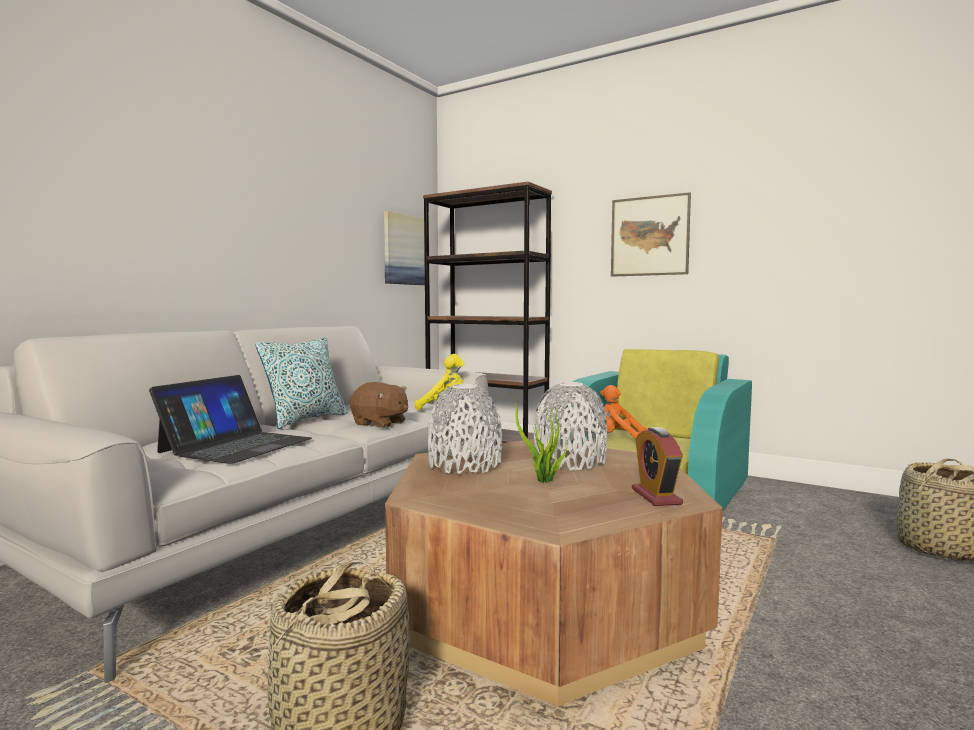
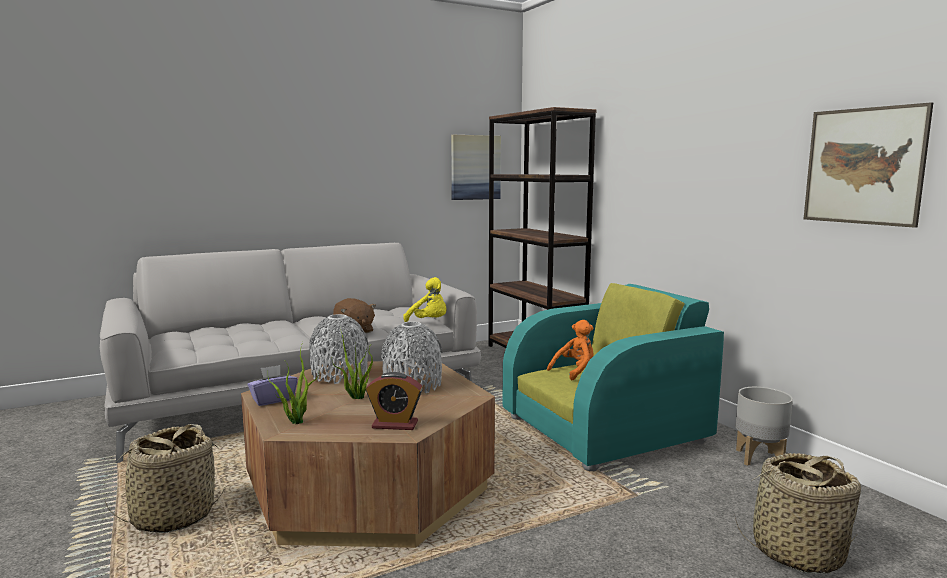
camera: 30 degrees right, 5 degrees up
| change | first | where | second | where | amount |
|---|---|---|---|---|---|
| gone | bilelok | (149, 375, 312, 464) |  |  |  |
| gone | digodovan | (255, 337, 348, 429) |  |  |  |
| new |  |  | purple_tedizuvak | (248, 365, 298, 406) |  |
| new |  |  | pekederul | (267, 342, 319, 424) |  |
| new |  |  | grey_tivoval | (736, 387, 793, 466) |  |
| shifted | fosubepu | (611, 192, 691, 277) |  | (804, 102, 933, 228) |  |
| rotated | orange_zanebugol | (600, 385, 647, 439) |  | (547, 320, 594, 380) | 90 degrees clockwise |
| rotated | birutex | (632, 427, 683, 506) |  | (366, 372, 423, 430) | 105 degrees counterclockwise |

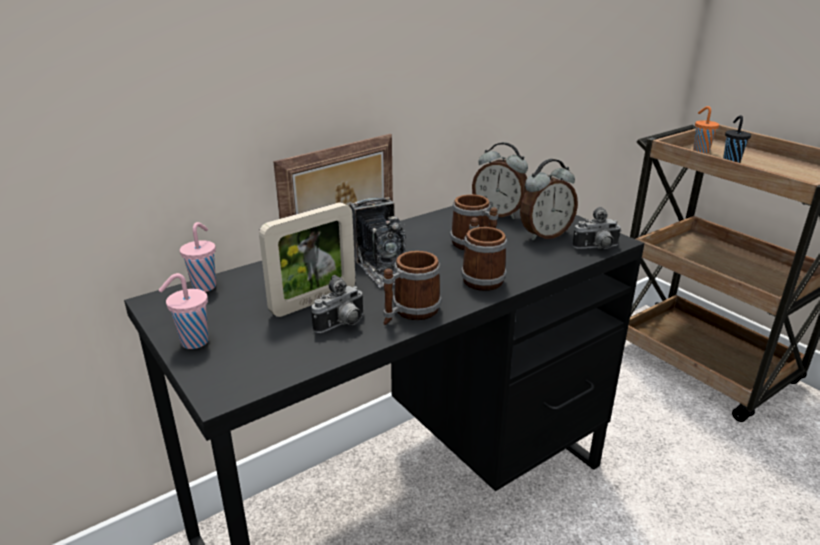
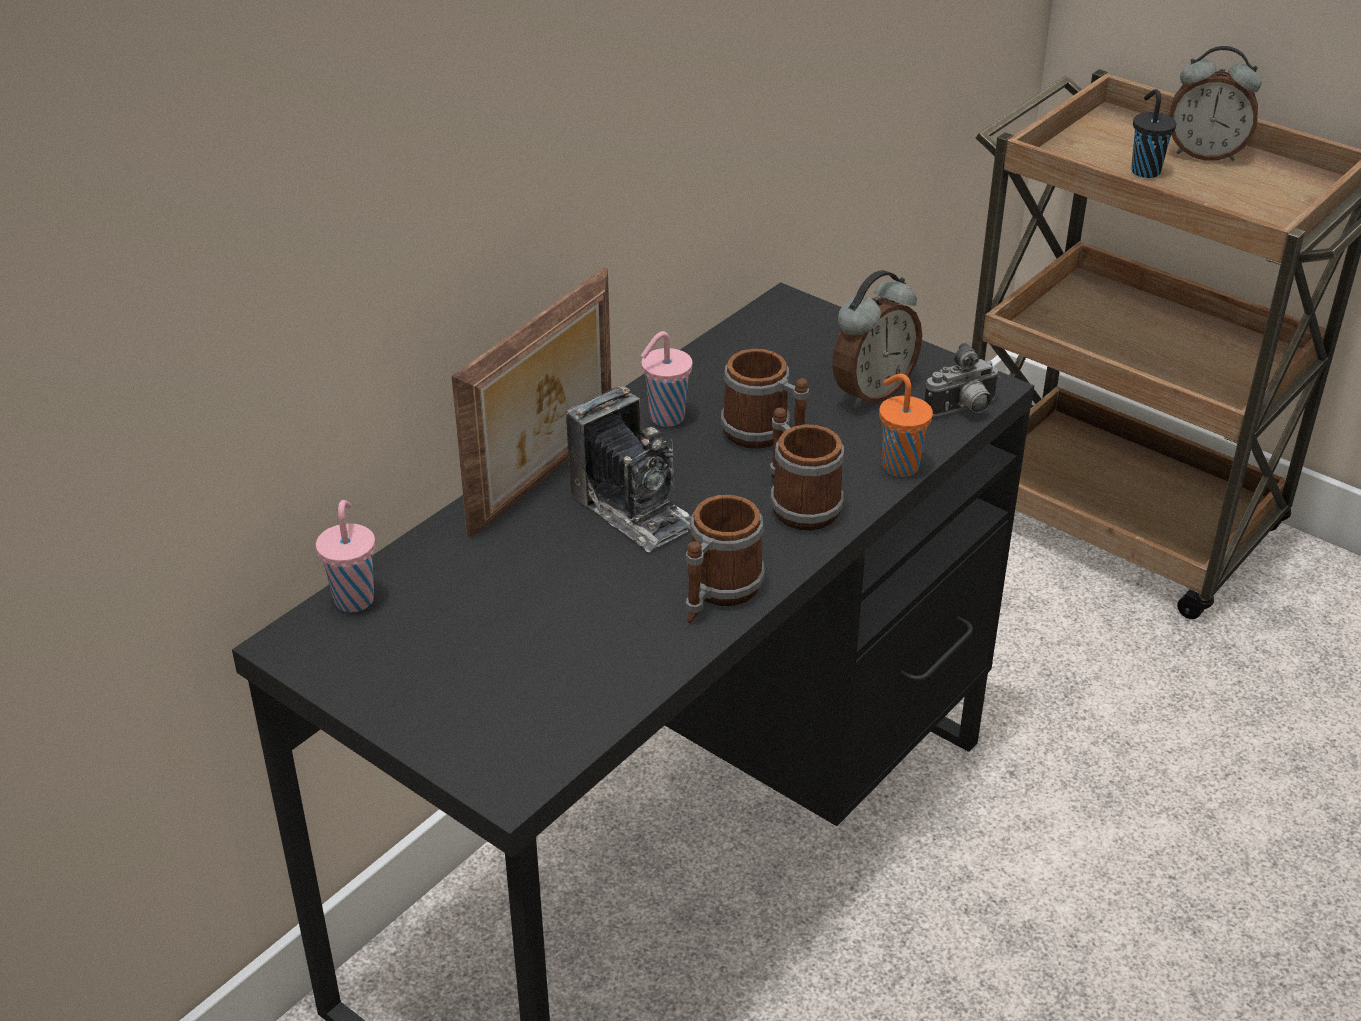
camera: 15 degrees left, 10 degrees up
| change | first | where | second | where | amount |
|---|---|---|---|---|---|
| gone | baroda | (259, 202, 355, 317) |  |  |  |
| gone | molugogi | (311, 275, 364, 333) |  |  |  |
| shifted | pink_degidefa | (159, 273, 209, 349) |  | (641, 331, 692, 427) |  |
| shifted | birutex | (472, 142, 528, 219) |  | (1169, 46, 1261, 161) |  |
| shifted | orange_degidefa | (693, 106, 719, 154) |  | (879, 374, 933, 477) |  |

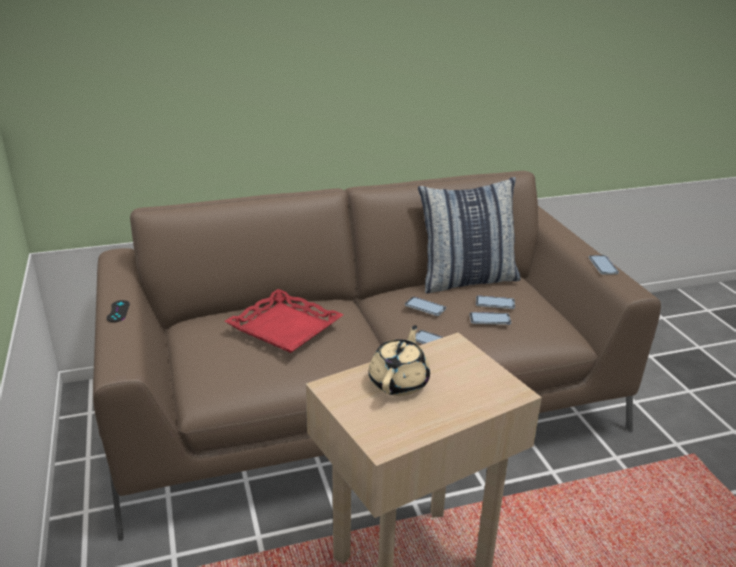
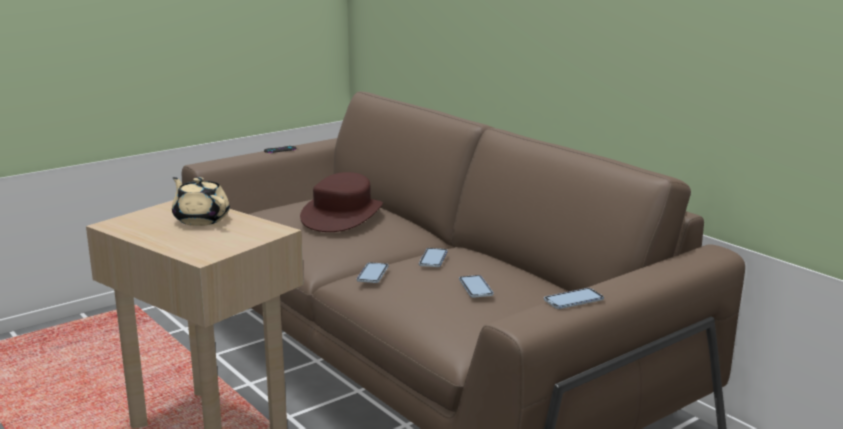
camera: 70 degrees right, 10 degrees down
| change | first | where | second | where | amount |
|---|---|---|---|---|---|
| gone | digodovan | (418, 177, 520, 294) |  |  |  |
| gone | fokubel | (469, 312, 511, 325) |  |  |  |
| swapped | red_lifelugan | (224, 289, 344, 353) | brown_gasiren | (300, 172, 383, 232) |  |
| rotated | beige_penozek | (368, 325, 430, 396) |  | (172, 177, 230, 226) | 135 degrees counterclockwise |

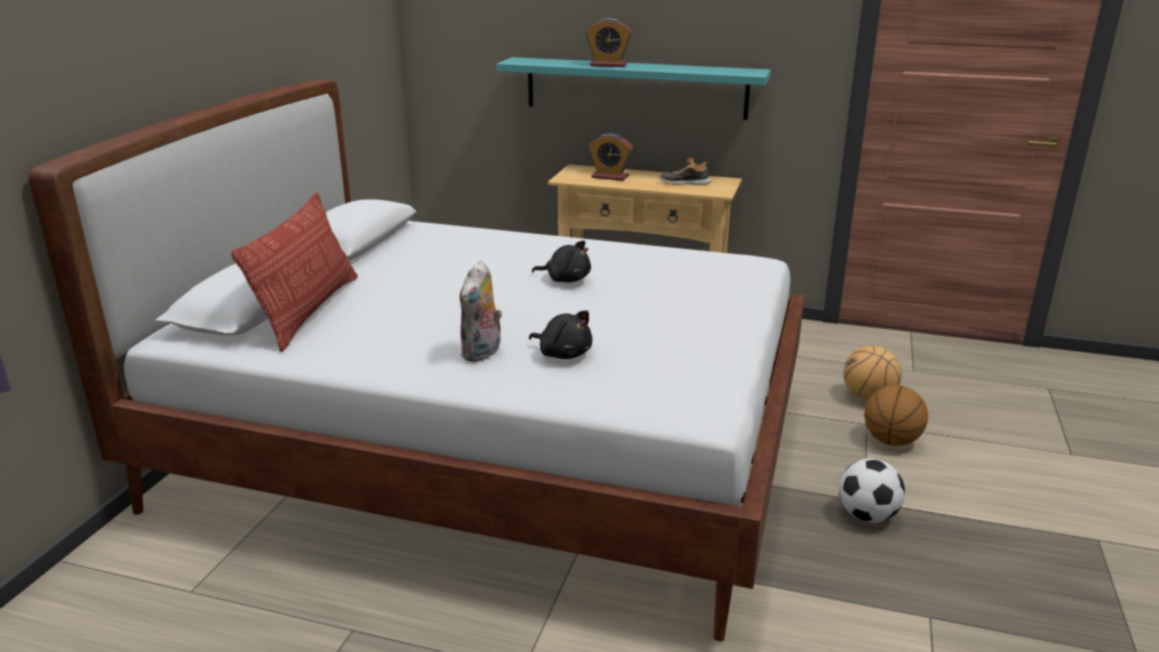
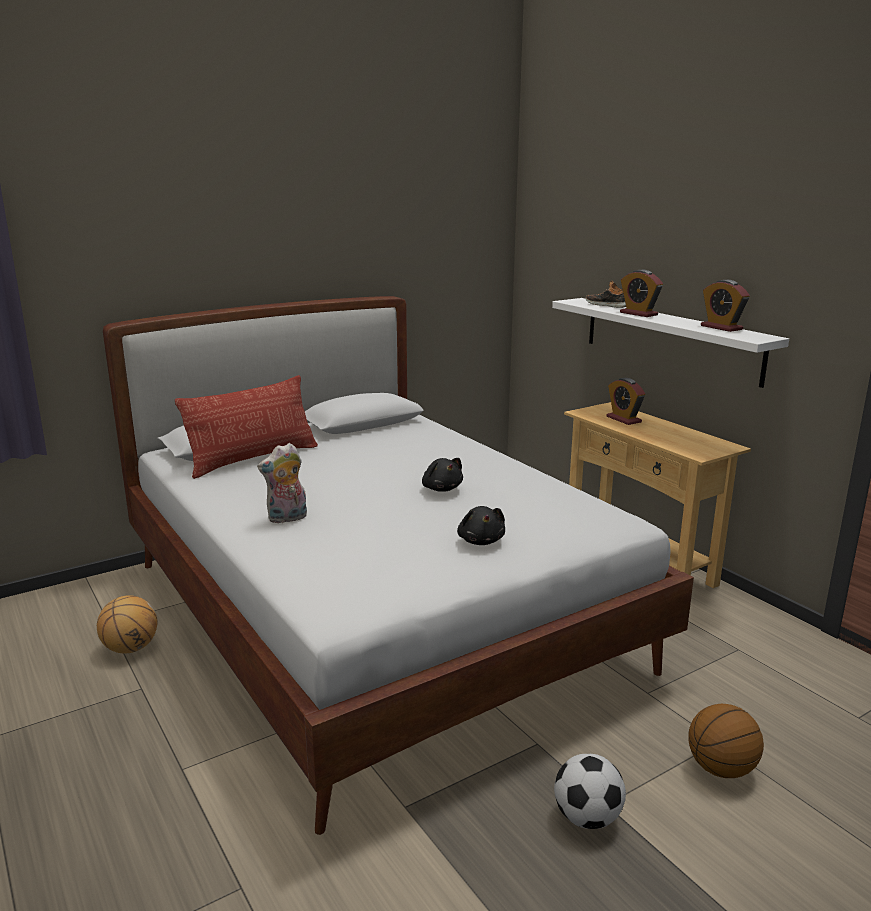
camera: 40 degrees right, 5 degrees down
| change | first | where | second | where | amount |
|---|---|---|---|---|---|
| new |  |  | birutex | (701, 280, 750, 332) |  |
| shifted | black_zanebugol | (529, 310, 593, 359) |  | (457, 506, 505, 545) |  |
| shifted | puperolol | (659, 156, 711, 185) |  | (585, 281, 626, 308) |  |
| shifted | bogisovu | (843, 346, 902, 401) |  | (97, 595, 158, 654) |  |
| repainted | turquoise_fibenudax | (496, 57, 771, 120) | white_fibenudax | (552, 298, 789, 388) |  |

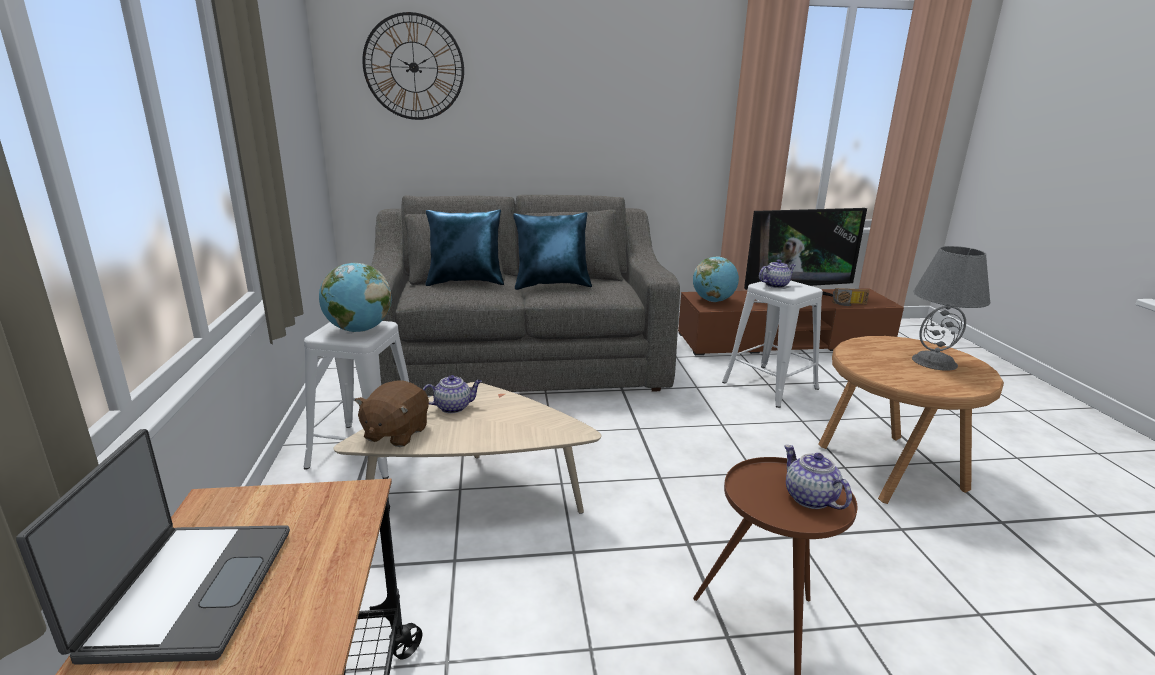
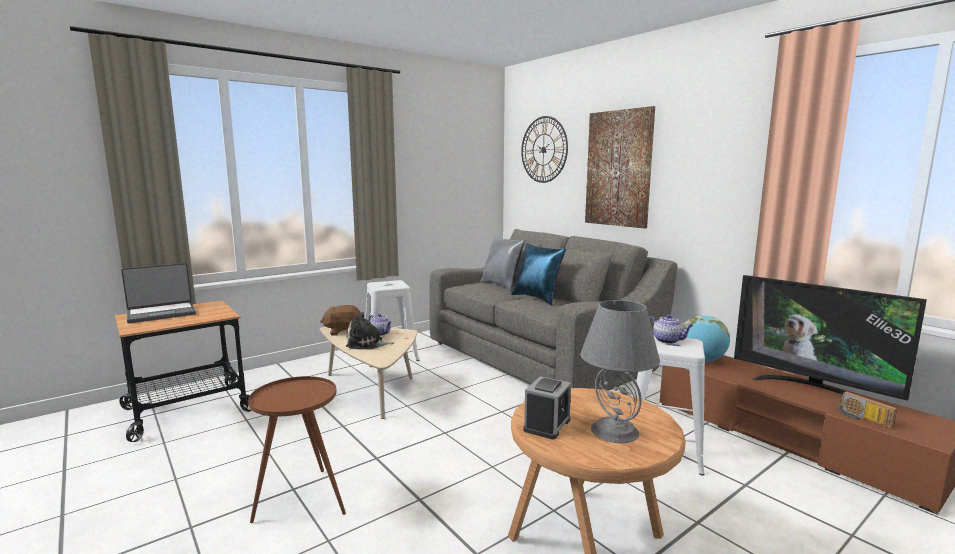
camera: 60 degrees right, 10 degrees down
| change | first | where | second | where | amount |
|---|---|---|---|---|---|
| gone | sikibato | (319, 263, 391, 332) |  |  |  |
| gone | penozek | (784, 445, 852, 510) |  |  |  |
| new |  |  | zanebugol | (346, 312, 395, 349) |  |
| new |  |  | birutex | (523, 376, 571, 439) |  |
| new |  |  | fosubepu | (585, 106, 655, 229) |  |
| repainted | blue_digodovan | (426, 209, 504, 286) | grey_digodovan | (480, 236, 525, 291) |  |

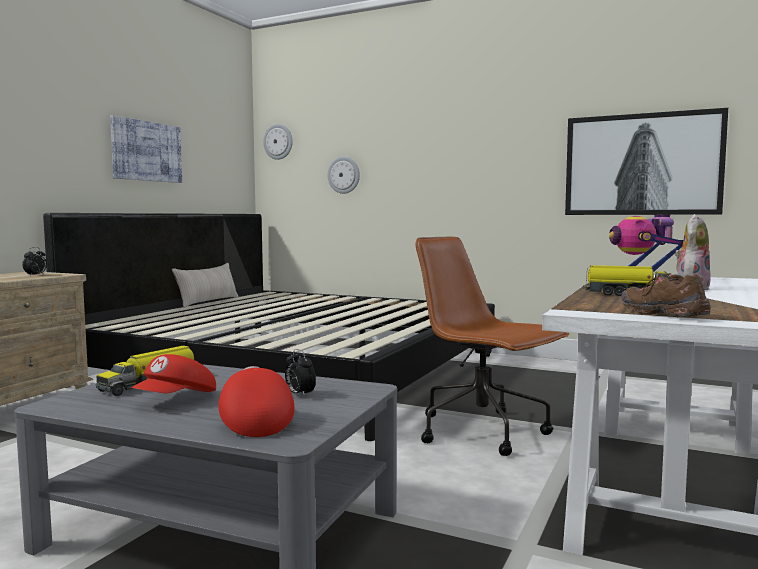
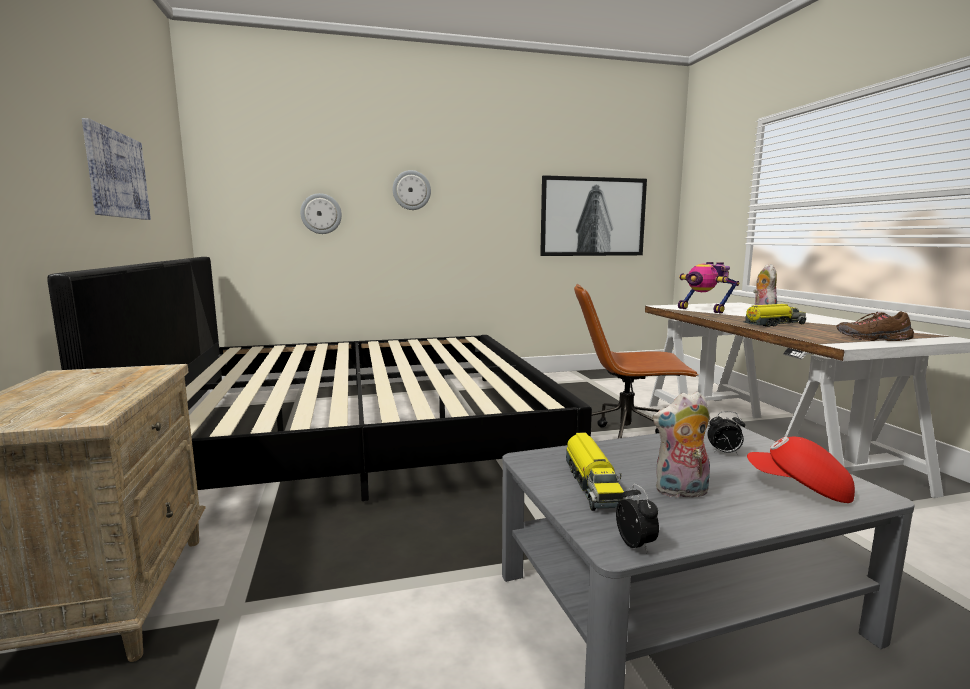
camera: 40 degrees left, 5 degrees up
| change | first | where | second | where | amount |
|---|---|---|---|---|---|
| gone | beige_digodovan | (172, 263, 239, 308) |  |  |  |
| shifted | birutex | (22, 247, 47, 276) |  | (616, 484, 659, 553) |  |
| shifted | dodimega | (263, 124, 293, 160) |  | (393, 170, 431, 210) |  |
| swapped | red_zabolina | (131, 354, 216, 393) | zanebugol | (653, 392, 710, 500) |  |

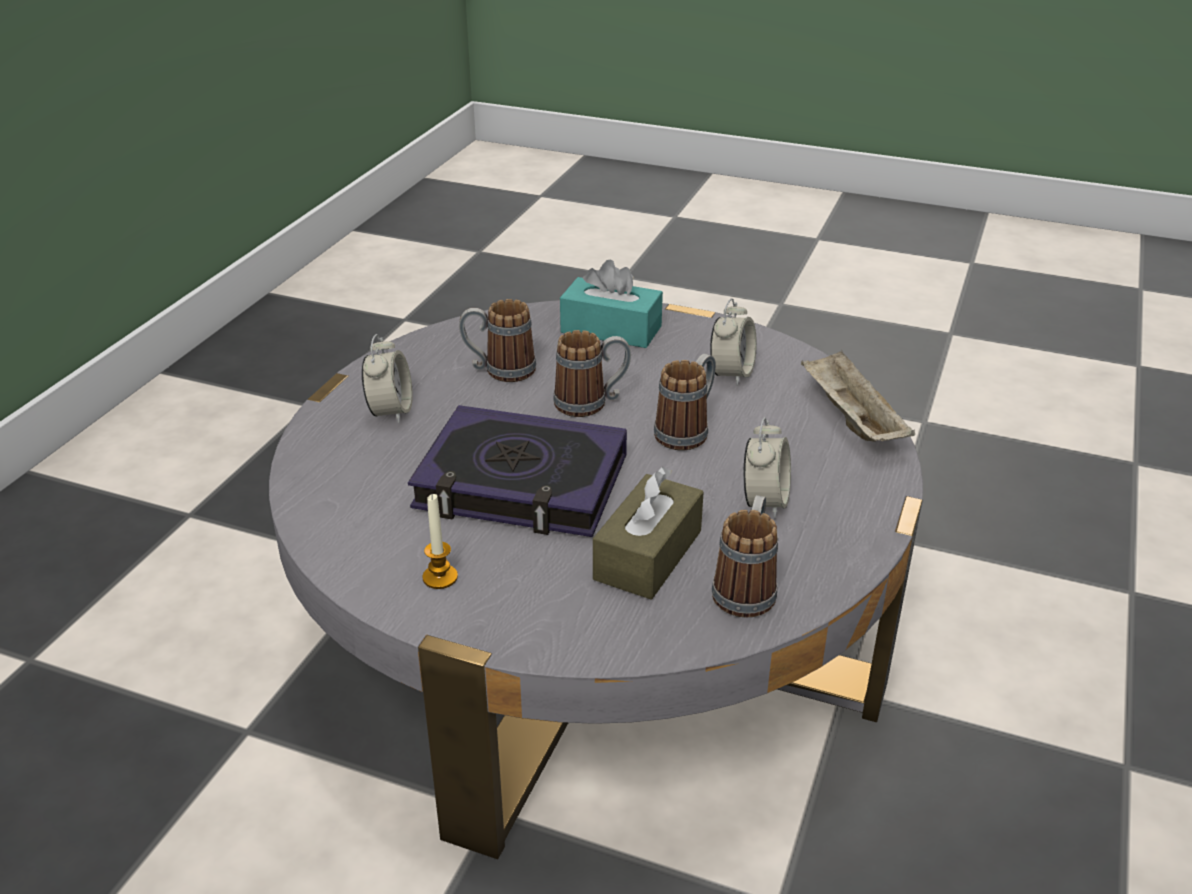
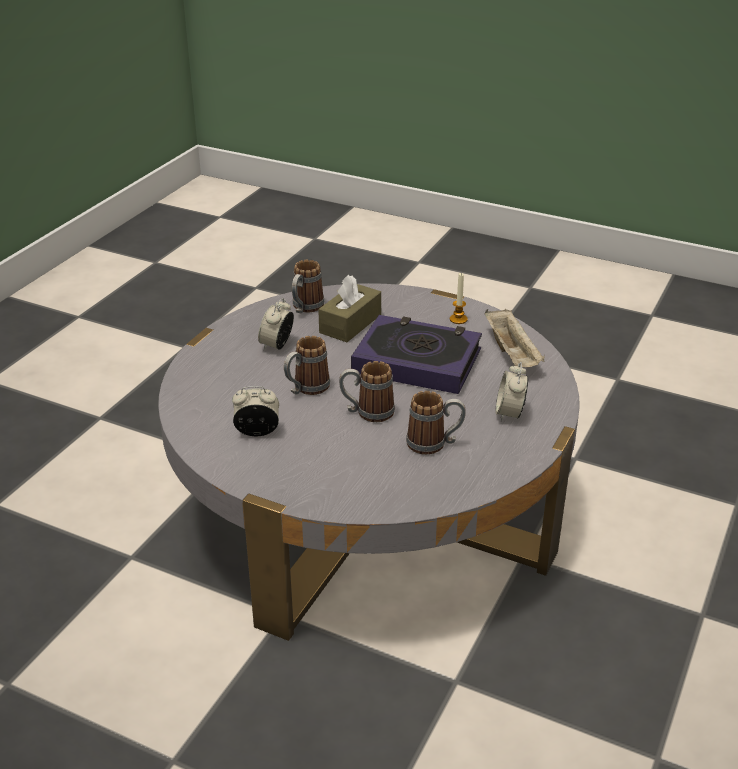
camera: 175 degrees left, 0 degrees up
| change | first | where | second | where | amount |
|---|---|---|---|---|---|
| gone | turquoise_tedizuvak | (560, 259, 663, 348) |  |  |  |
| shifted | beige_lifelugan | (801, 351, 915, 442) |  | (484, 309, 545, 367) |  |
| rotated | birutex | (710, 298, 757, 386) |  | (232, 386, 279, 436) | 60 degrees clockwise |

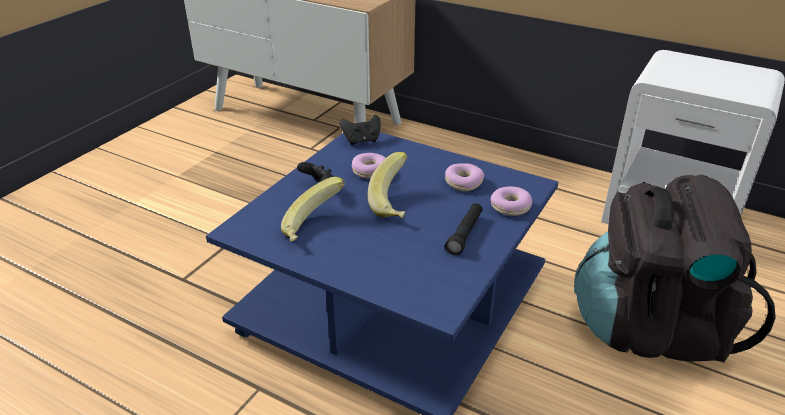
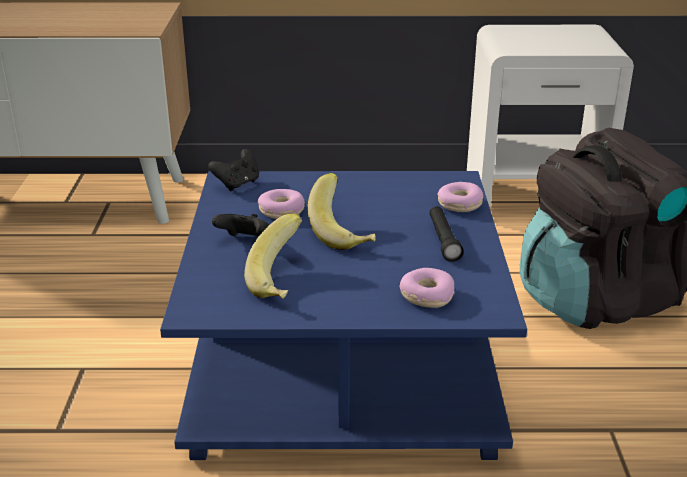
camera: 30 degrees left, 5 degrees down
| change | first | where | second | where | amount |
|---|---|---|---|---|---|
| shifted | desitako | (445, 163, 484, 191) |  | (400, 268, 454, 308) |  |

